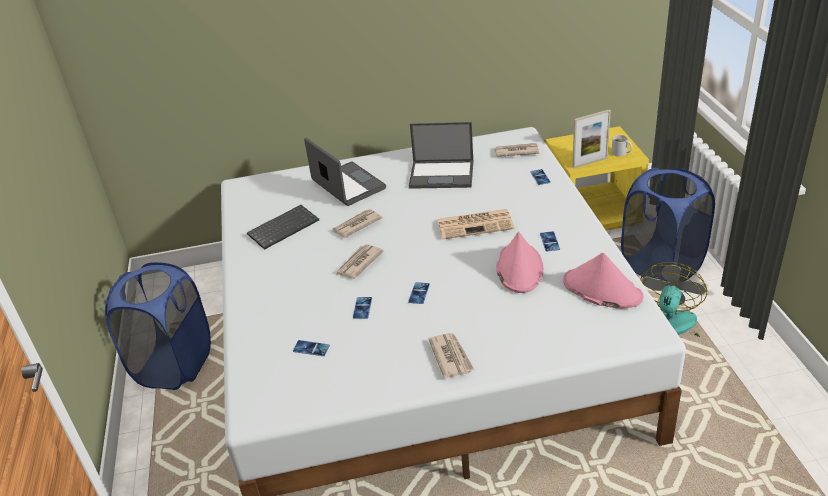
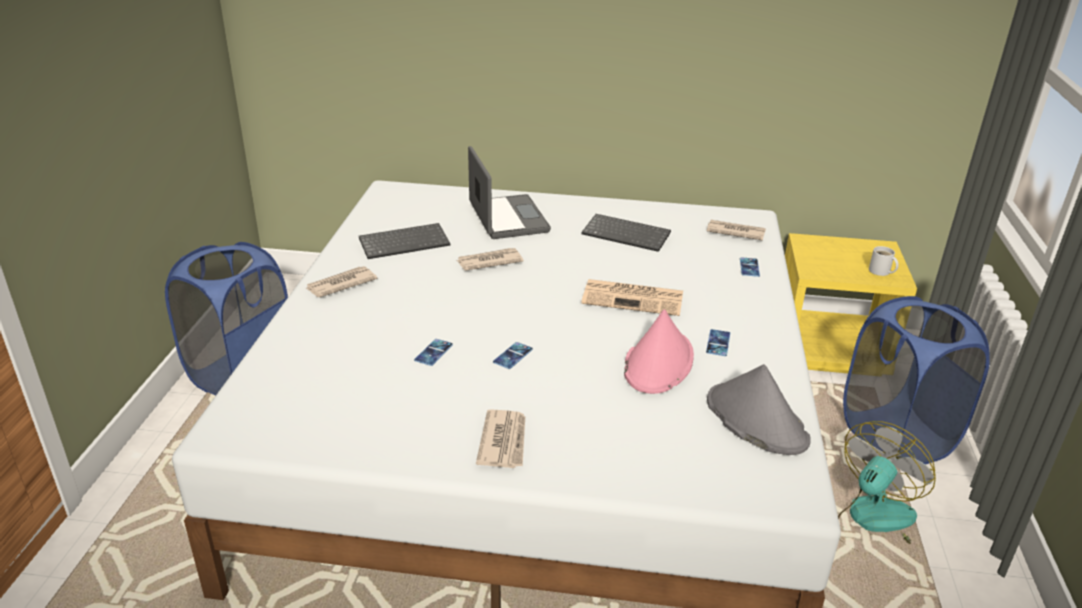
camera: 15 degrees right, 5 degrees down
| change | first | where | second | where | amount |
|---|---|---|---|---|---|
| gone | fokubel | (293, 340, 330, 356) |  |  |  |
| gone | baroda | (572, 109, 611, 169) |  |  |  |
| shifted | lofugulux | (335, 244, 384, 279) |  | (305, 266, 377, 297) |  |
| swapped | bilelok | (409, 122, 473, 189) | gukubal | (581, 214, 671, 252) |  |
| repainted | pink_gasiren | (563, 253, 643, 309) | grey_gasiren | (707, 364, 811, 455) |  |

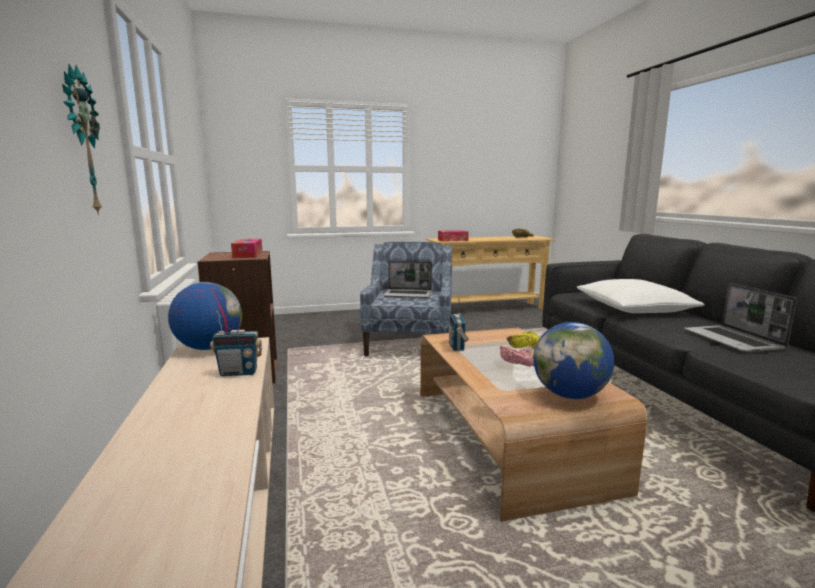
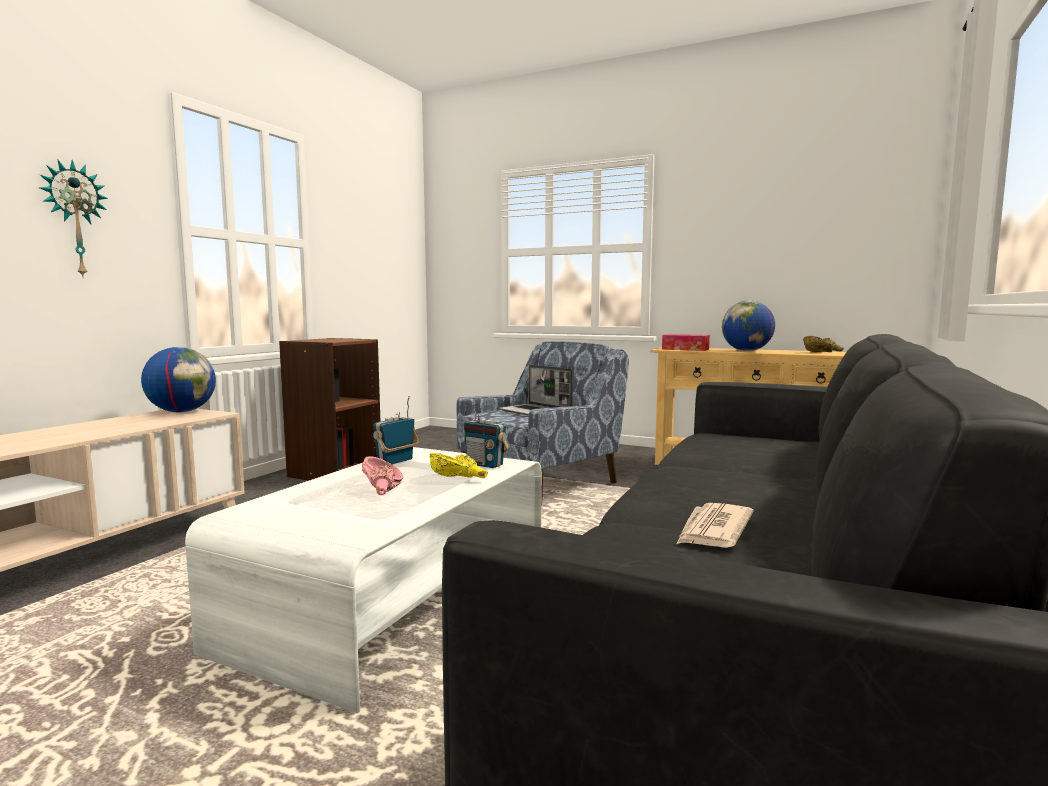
camera: 40 degrees right, 5 degrees down
| change | first | where | second | where | amount |
|---|---|---|---|---|---|
| gone | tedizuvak | (231, 239, 262, 258) |  |  |  |
| gone | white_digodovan | (577, 279, 705, 313) |  |  |  |
| shifted | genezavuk | (210, 310, 262, 376) |  | (463, 398, 510, 468) |  |
| shifted | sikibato | (533, 322, 614, 399) |  | (722, 300, 775, 351) |  |
| swapped | bilelok | (684, 283, 797, 353) | lofugulux | (676, 503, 754, 548) |  |
| repainted | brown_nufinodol | (420, 328, 647, 522) | white_nufinodol | (185, 447, 542, 713) |  |

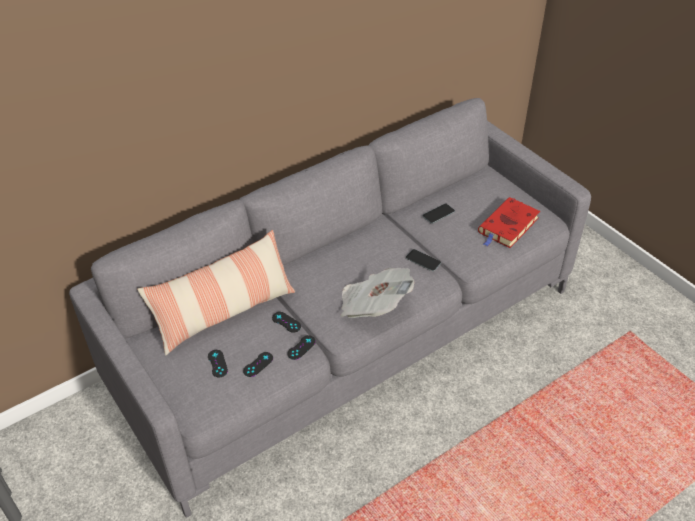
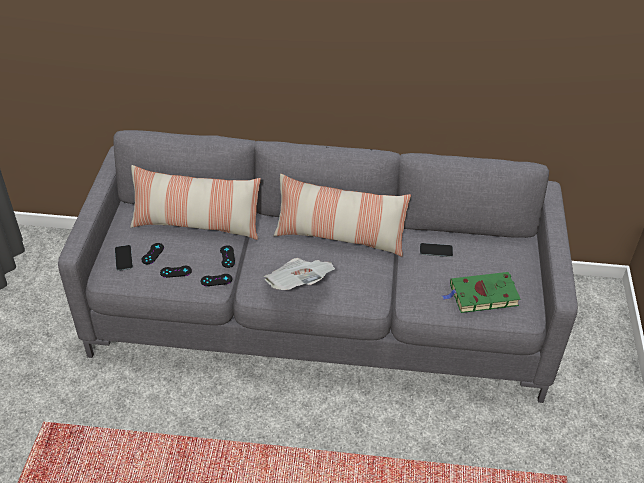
camera: 40 degrees right, 0 degrees up
| change | first | where | second | where | amount |
|---|---|---|---|---|---|
| new |  |  | digodovan | (274, 174, 411, 257) |  |
| shifted | fokubel | (406, 249, 441, 271) |  | (115, 245, 133, 271) |  |
| repainted | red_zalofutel | (478, 197, 540, 248) | green_zalofutel | (442, 272, 521, 313) |  |

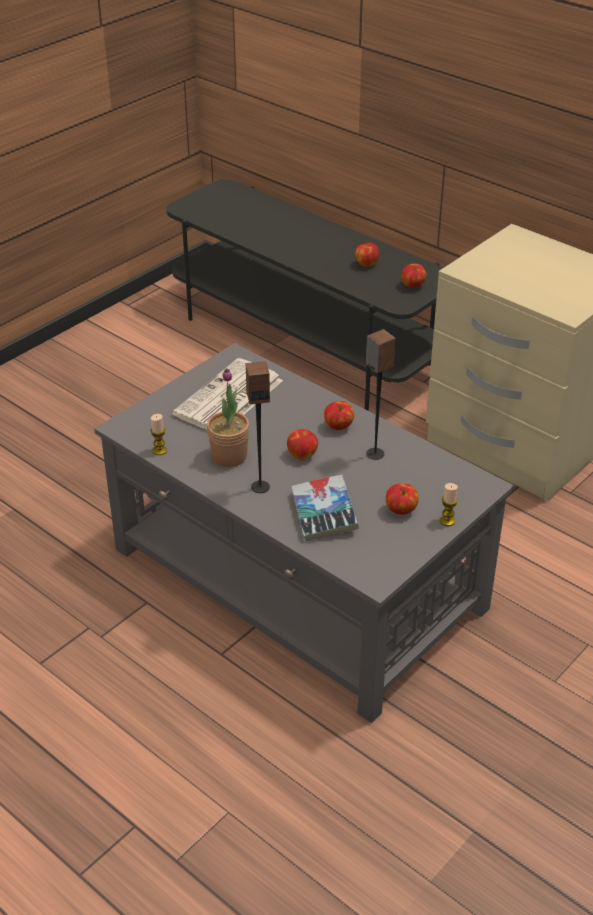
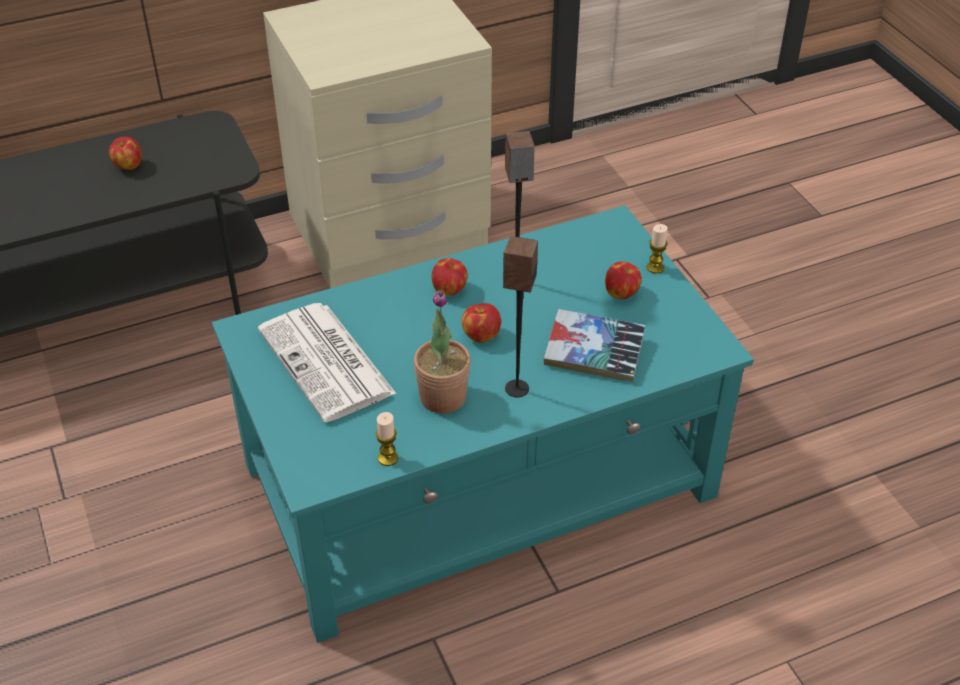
camera: 65 degrees left, 5 degrees up
| change | first | where | second | where | amount |
|---|---|---|---|---|---|
| gone | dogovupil | (401, 263, 426, 288) |  |  |  |
| repainted | grey_nufinodol | (94, 343, 514, 723) | turquoise_nufinodol | (212, 205, 754, 643) |  |

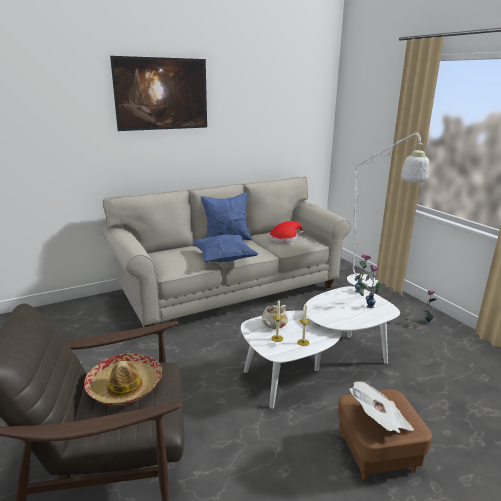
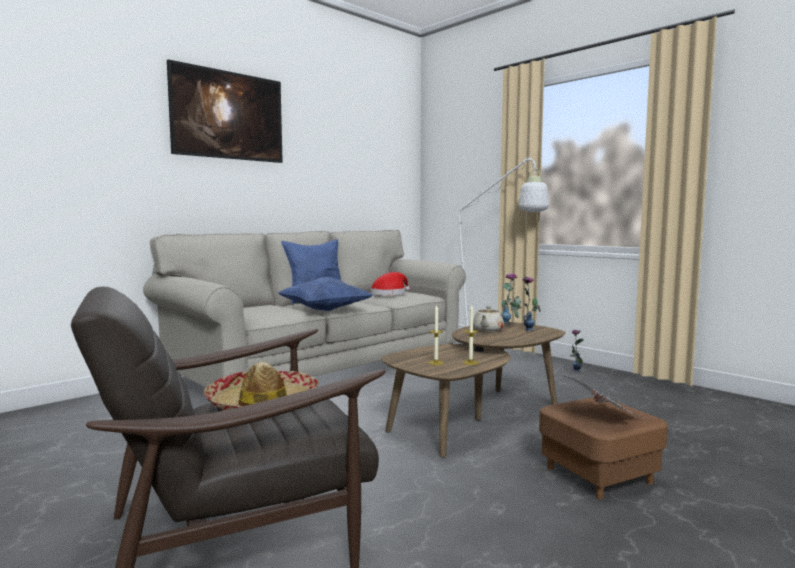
camera: 15 degrees left, 15 degrees down
| change | first | where | second | where | amount |
|---|---|---|---|---|---|
| shifted | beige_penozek | (262, 305, 288, 329) |  | (473, 306, 504, 332) |  |
| repainted | white_nufinodol | (241, 286, 400, 409) | brown_nufinodol | (381, 322, 566, 458) |  |

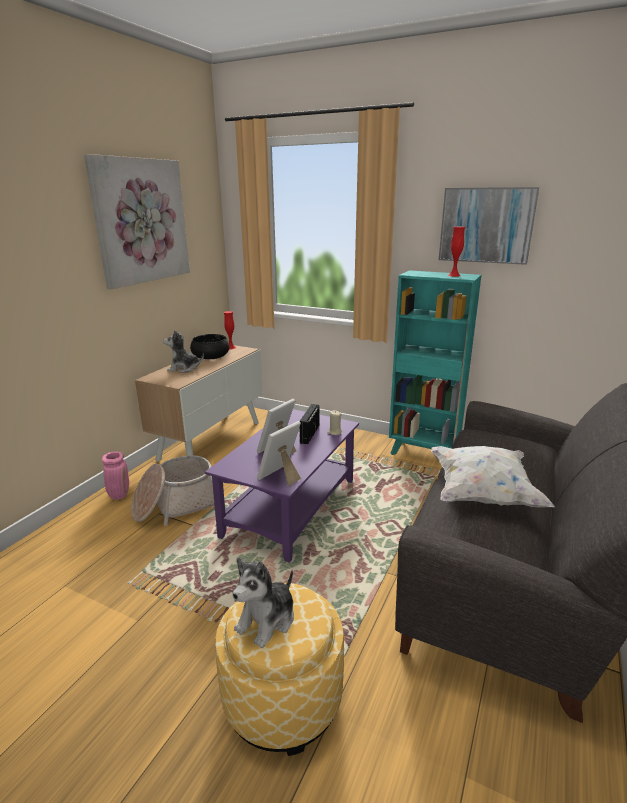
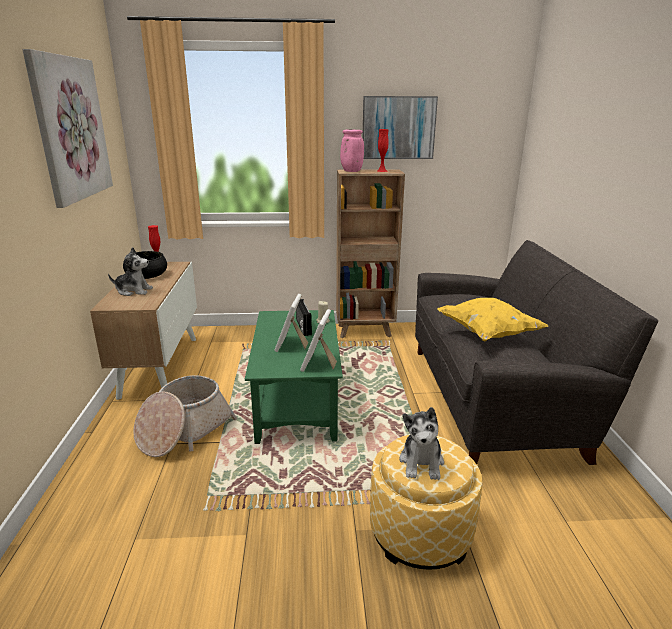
camera: 30 degrees left, 0 degrees up
| change | first | where | second | where | amount |
|---|---|---|---|---|---|
| shifted | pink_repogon | (102, 451, 129, 500) |  | (340, 129, 364, 172) |  |
| repainted | purple_nufinodol | (205, 409, 359, 563) | green_nufinodol | (245, 310, 343, 444) |  |
| repainted | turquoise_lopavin | (389, 270, 481, 455) | brown_lopavin | (336, 169, 405, 338) |  |
| repainted | white_digodovan | (431, 446, 555, 508) | yellow_digodovan | (437, 298, 548, 341) |  |
| rotated | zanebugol | (163, 330, 204, 373) |  | (108, 247, 153, 296) | 150 degrees counterclockwise |

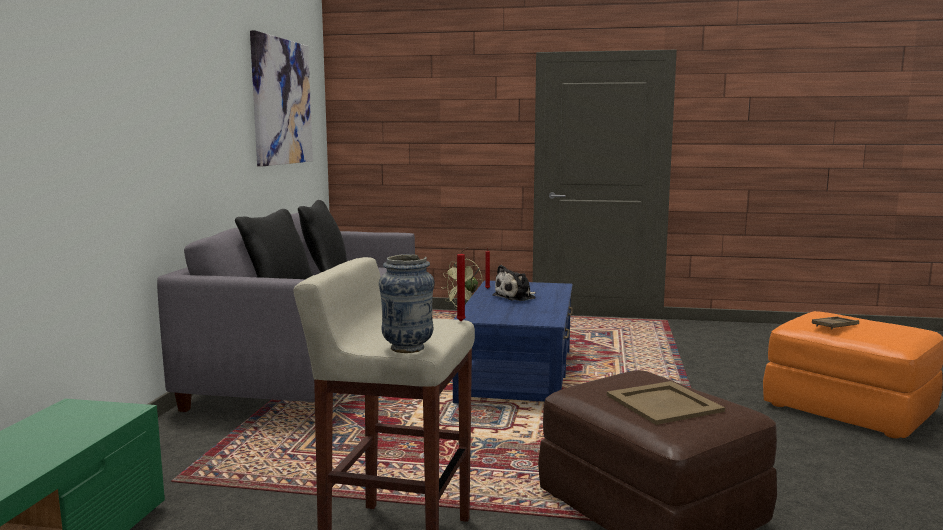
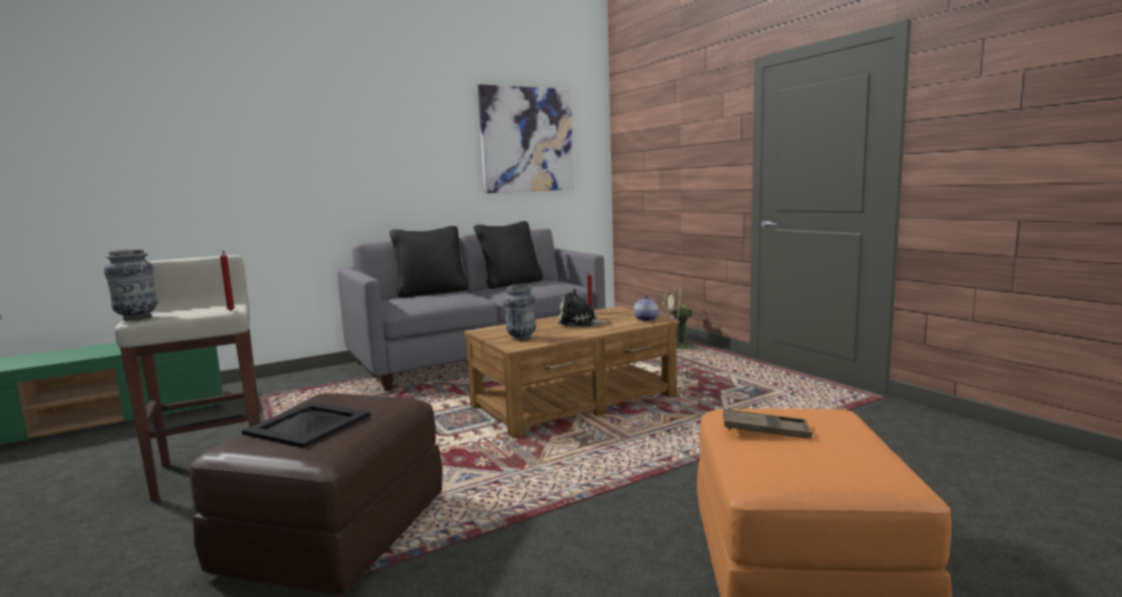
camera: 50 degrees right, 0 degrees up
| change | first | where | second | where | amount |
|---|---|---|---|---|---|
| new |  |  | repogon | (504, 284, 536, 341) |  |
| new |  |  | penozek | (634, 296, 659, 321) |  |
| repainted | blue_nufinodol | (453, 280, 573, 404) | brown_nufinodol | (463, 306, 679, 438) |  |
| repainted | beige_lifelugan | (607, 381, 725, 425) | black_lifelugan | (242, 402, 370, 448) |  |

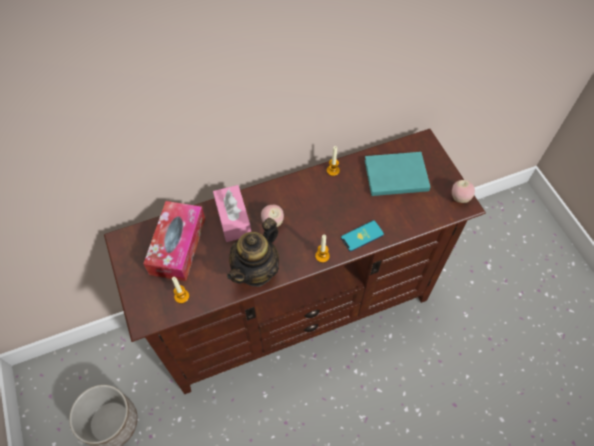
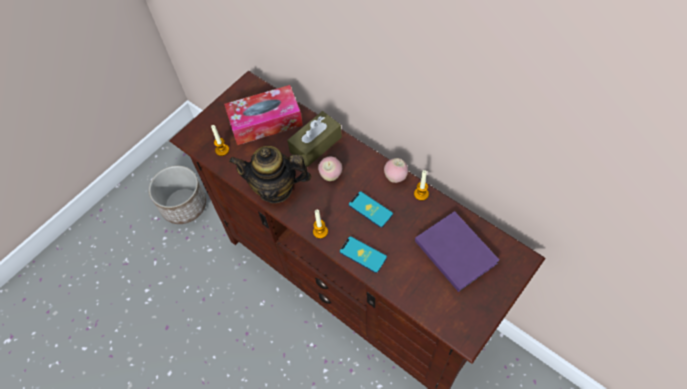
camera: 65 degrees right, 0 degrees up
| change | first | where | second | where | amount |
|---|---|---|---|---|---|
| new |  |  | fokubel | (349, 191, 393, 228) |  |
| shifted | dogovupil | (452, 180, 475, 203) |  | (384, 158, 408, 183) |  |
| repainted | pink_tedizuvak | (213, 185, 251, 242) | brown_tedizuvak | (287, 111, 342, 167) |  |
| repainted | turquoise_zalofutel | (364, 152, 430, 196) | purple_zalofutel | (415, 211, 500, 292) |  |

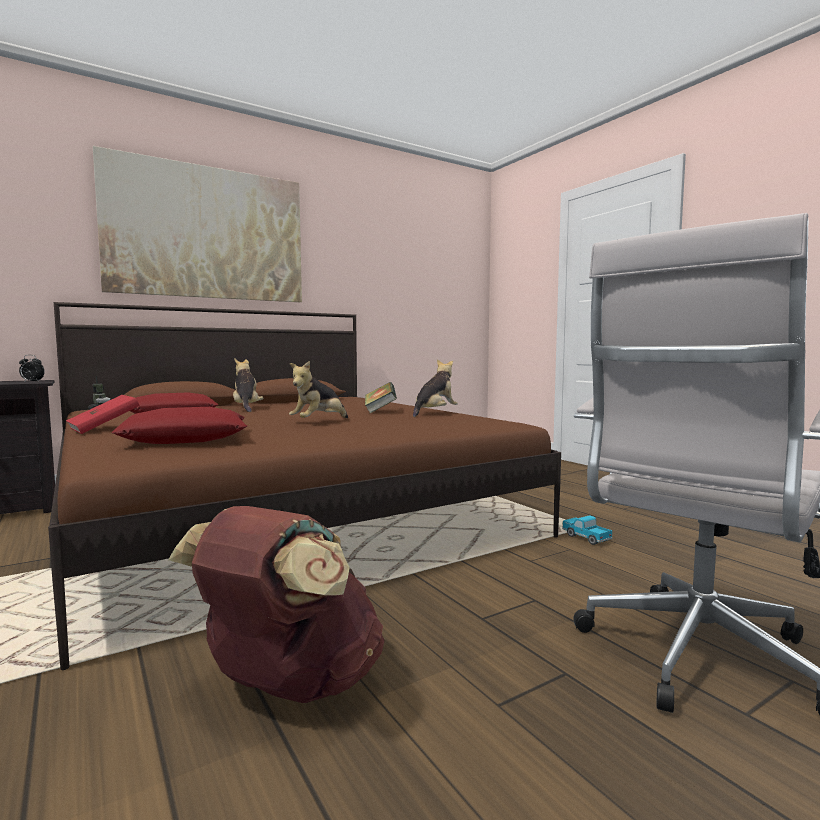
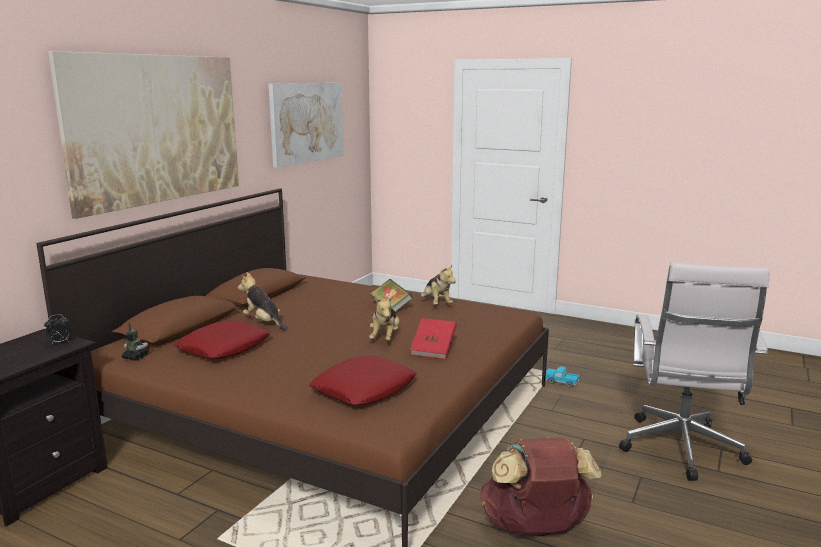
camera: 30 degrees left, 10 degrees up
| change | first | where | second | where | amount |
|---|---|---|---|---|---|
| new |  |  | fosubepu | (268, 83, 344, 168) |  |
| shifted | red_zalofutel | (66, 395, 140, 434) |  | (410, 318, 457, 359) |  |
| rotated | zanebugol | (413, 359, 458, 417) |  | (421, 265, 456, 305) | 150 degrees clockwise |

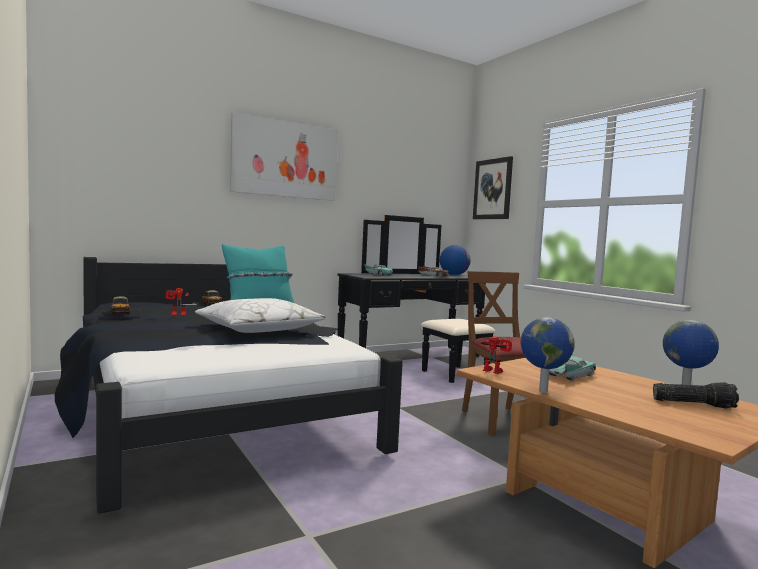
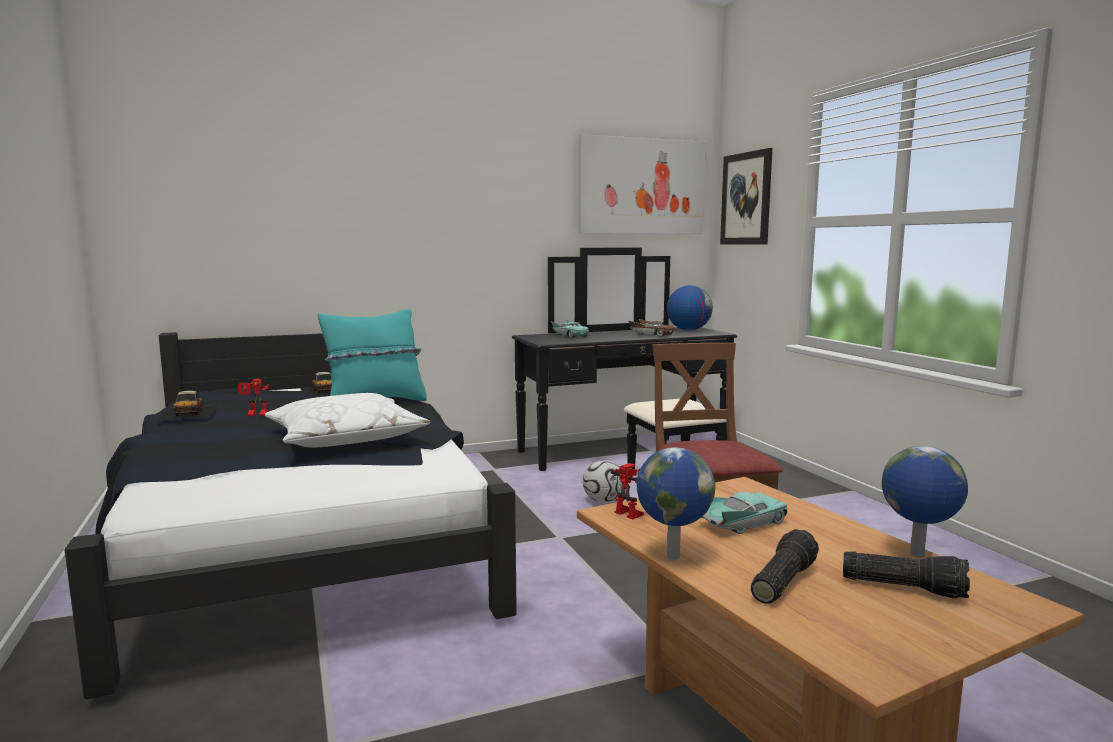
camera: 10 degrees right, 5 degrees up
| change | first | where | second | where | amount |
|---|---|---|---|---|---|
| new |  |  | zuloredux | (583, 460, 622, 502) |  |
| new |  |  | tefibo | (751, 529, 819, 604) |  |
| shifted | fosubepu | (230, 112, 338, 201) |  | (578, 134, 706, 234) |  |

